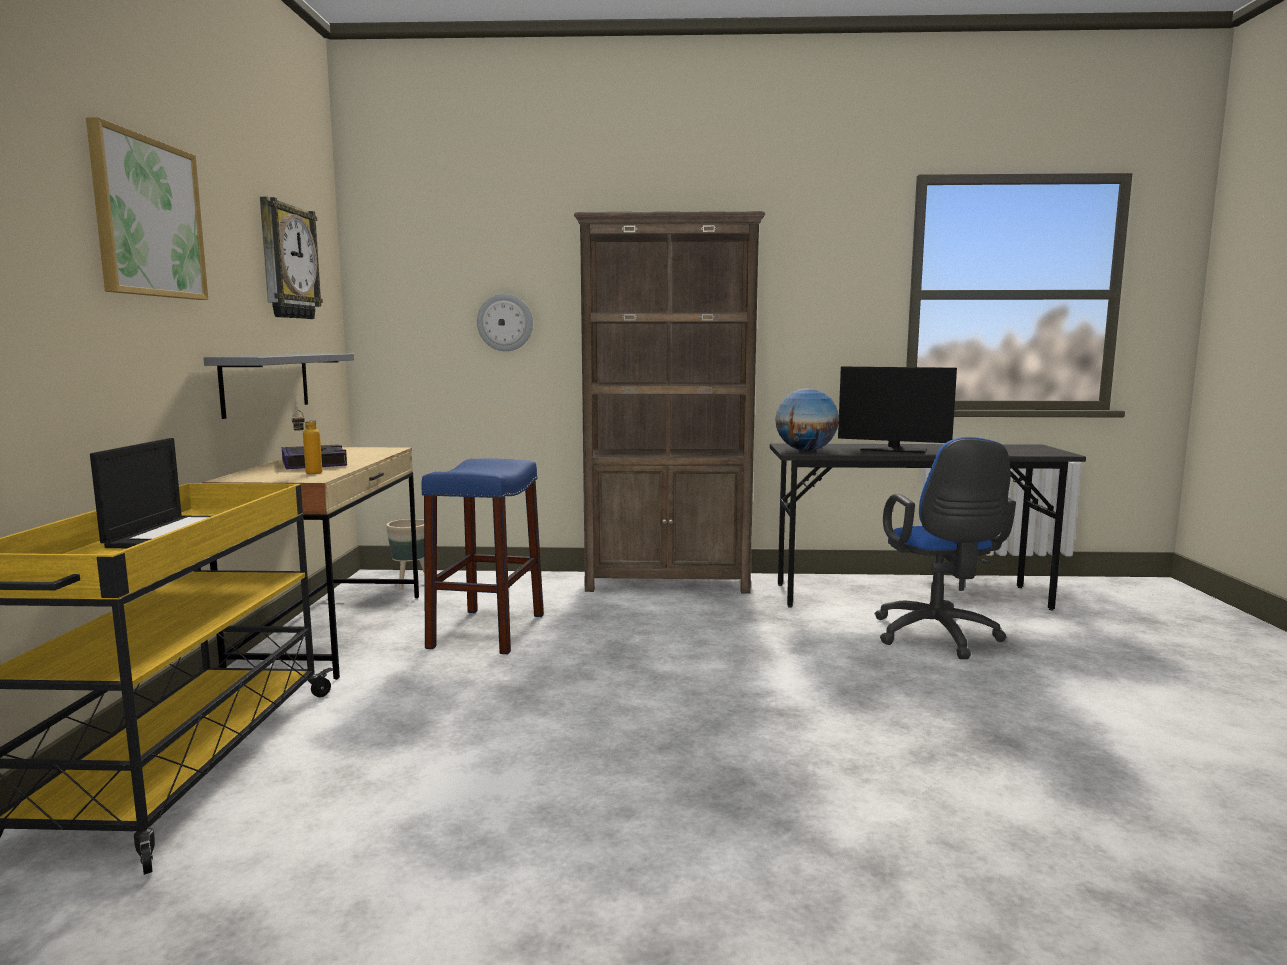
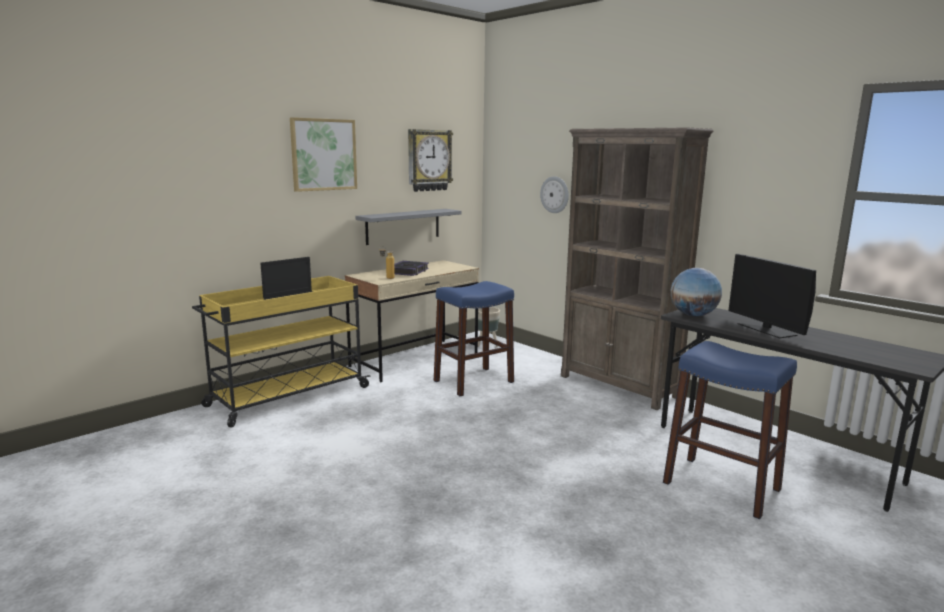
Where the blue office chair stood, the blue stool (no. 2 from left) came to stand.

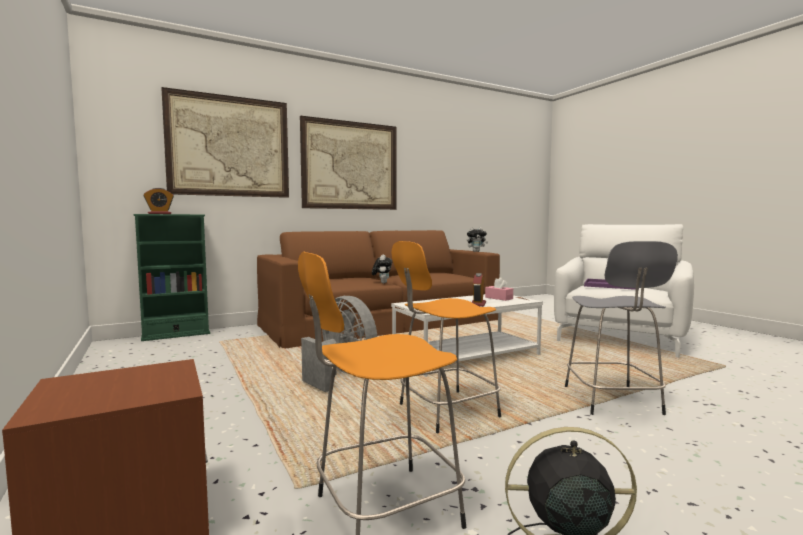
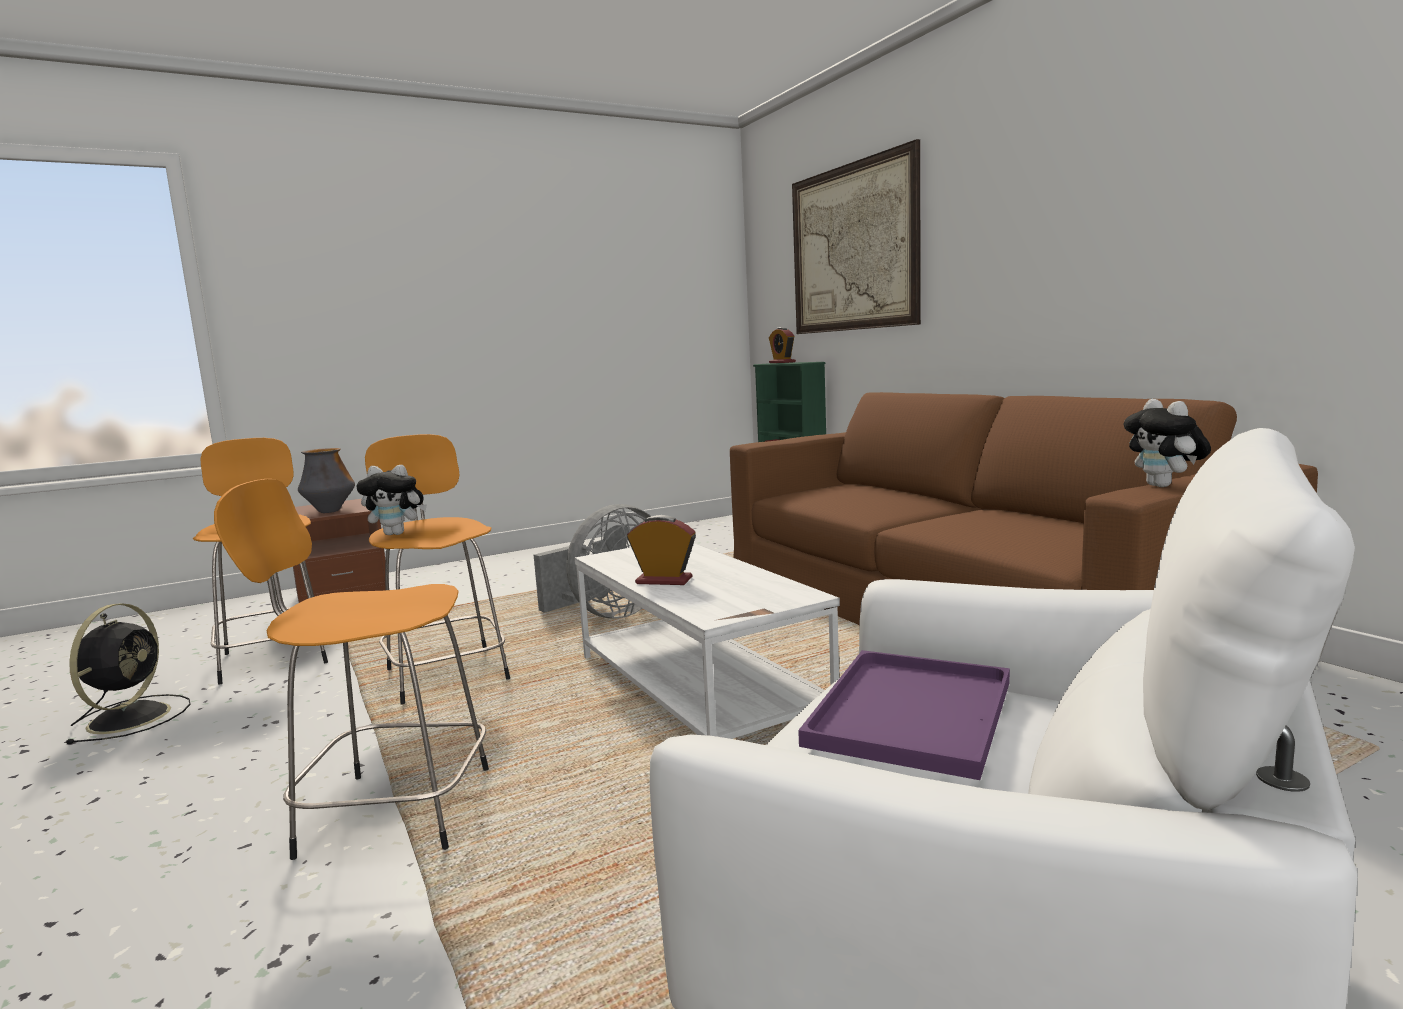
What was the grey stool turned into the orange stool (no. 2 from left). The second view gained the vase. The plush toy (no. 1 from left) ended up elsewhere. The second view lost the picture (no. 2 from left). The second view lost the pink tissue box.

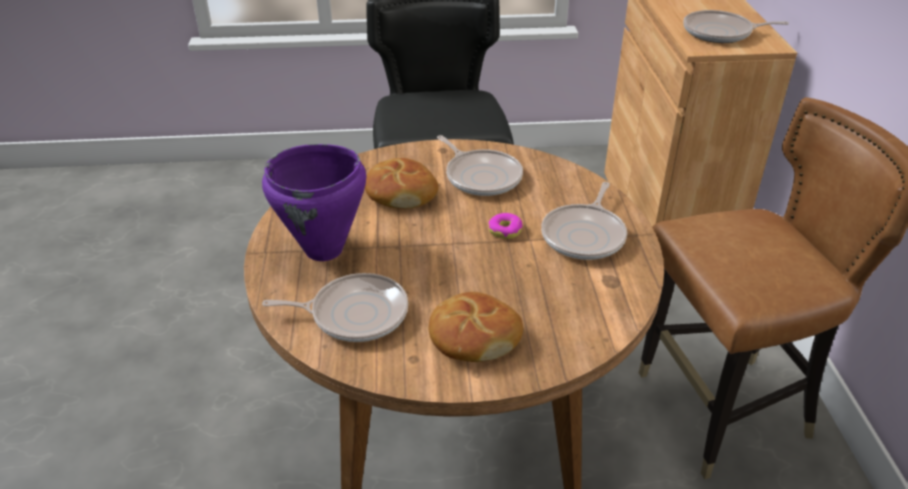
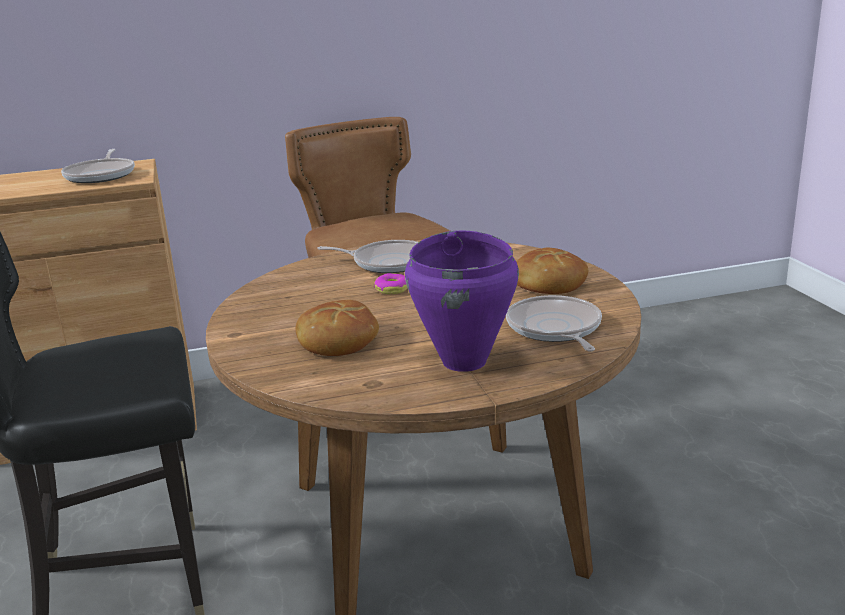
The second view lost the frying pan (no. 2 from left).

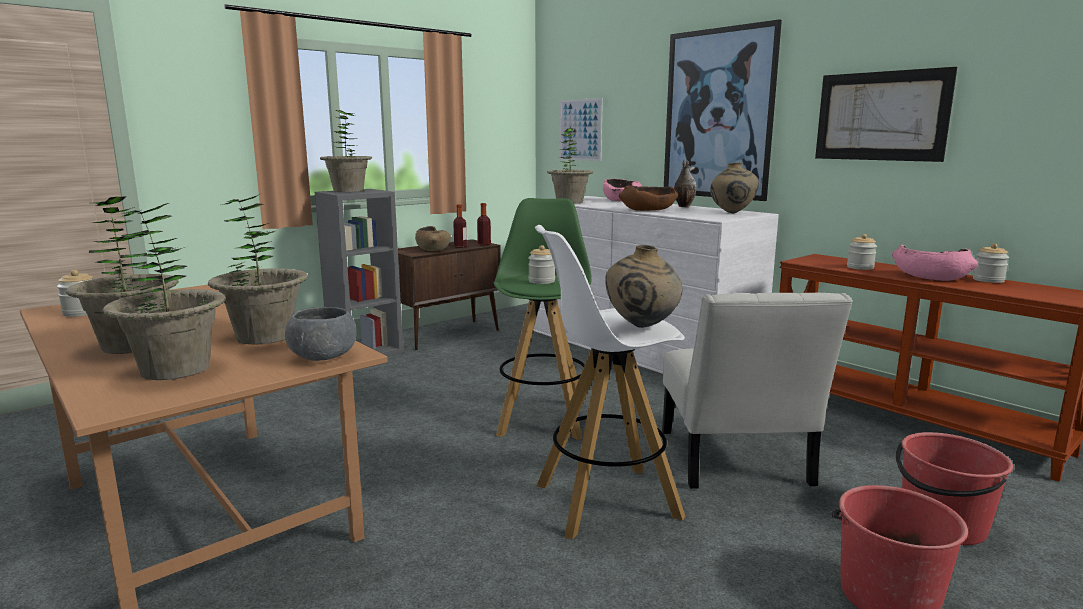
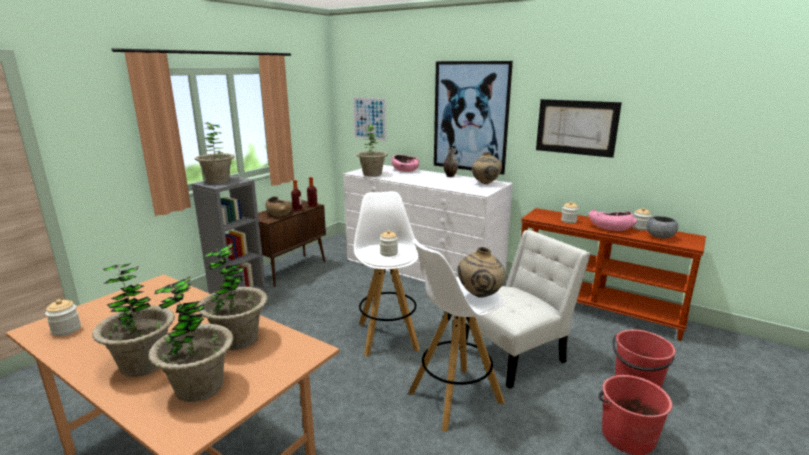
What was the green stool turned into the white stool (no. 1 from left). The white chair ended up facing another way, 105 degrees counterclockwise from before. The grey bowl ended up elsewhere. The second view lost the brown bowl (no. 2 from left).

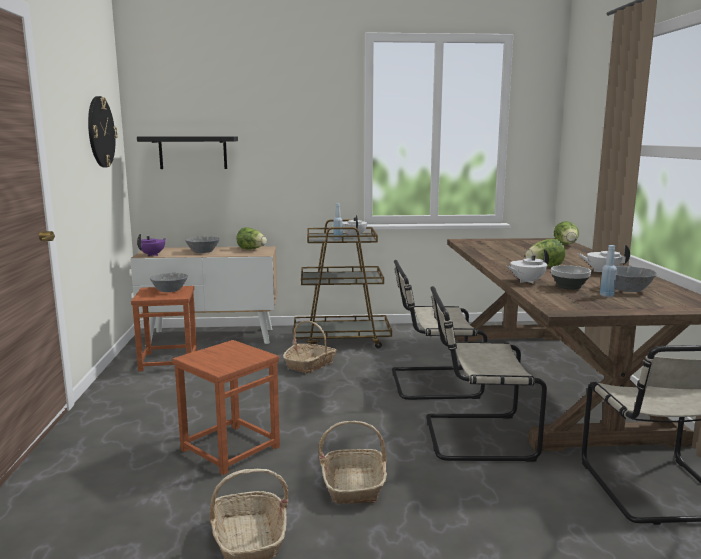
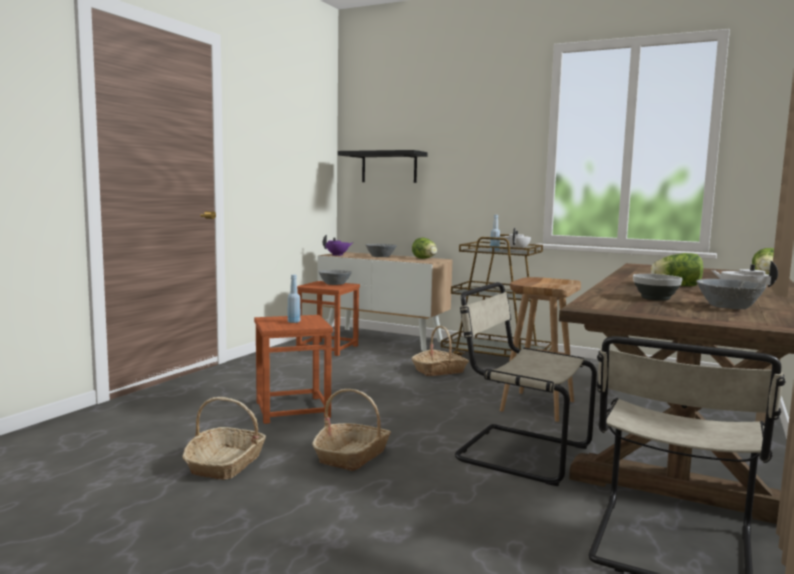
The blue bottle (no. 2 from left in the first image) ended up elsewhere. Where the beige chair (no. 1 from left) stood, the brown stool (no. 3 from left) came to stand. The second view lost the wall clock. The second view lost the white teapot (no. 2 from left).

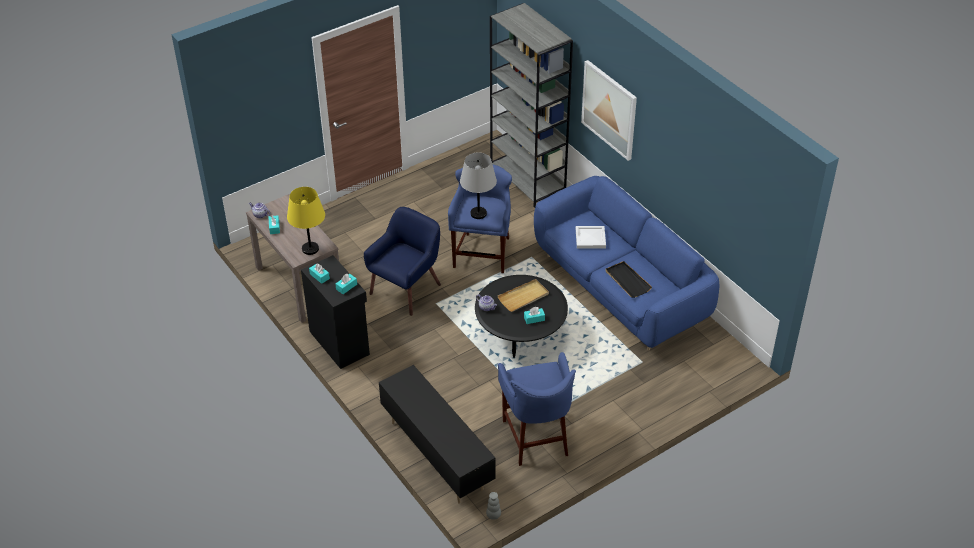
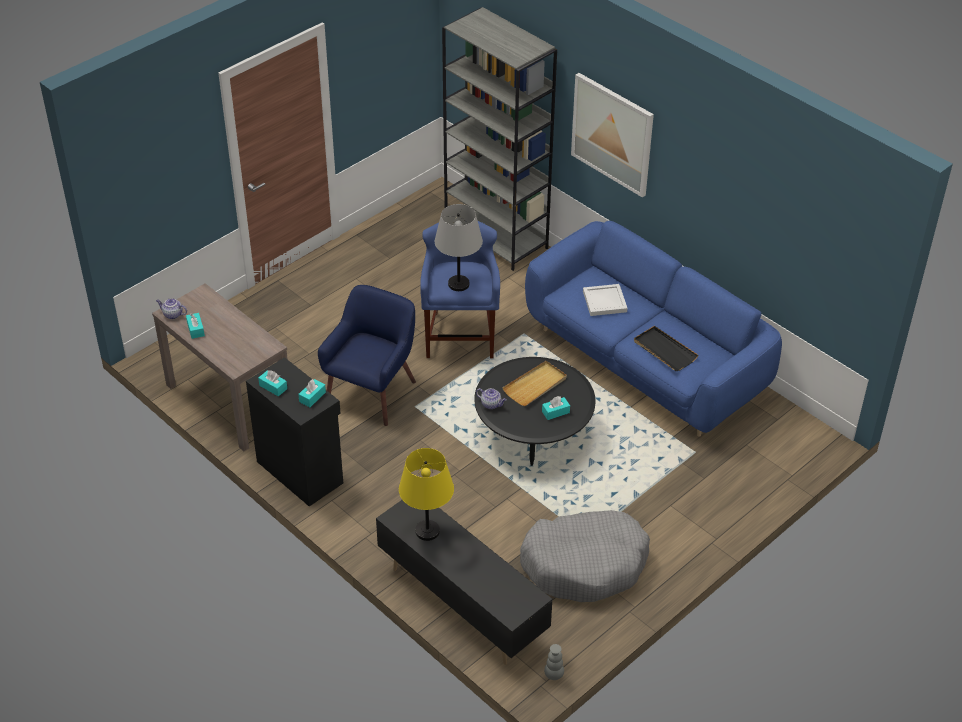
The yellow table lamp ended up elsewhere. Where the blue stool (no. 2 from left) stood, the grey dog bed came to stand.

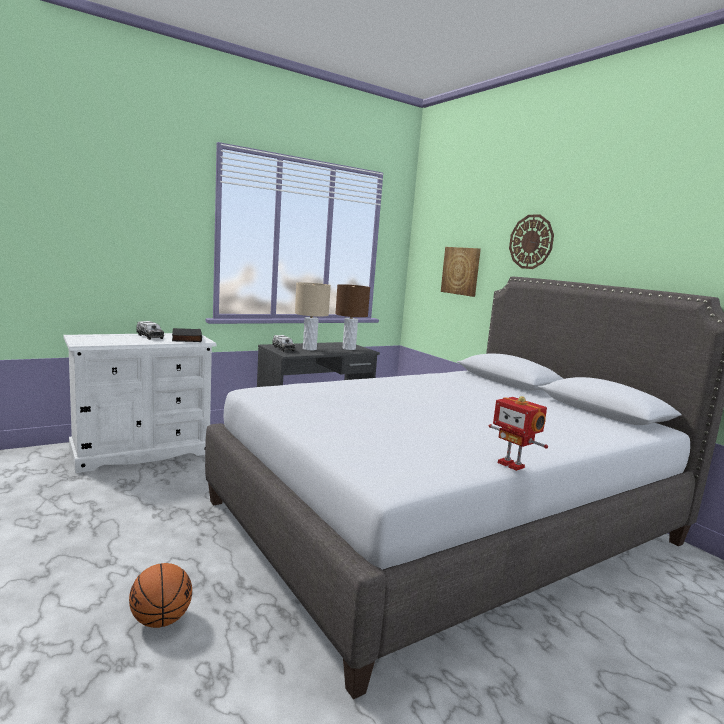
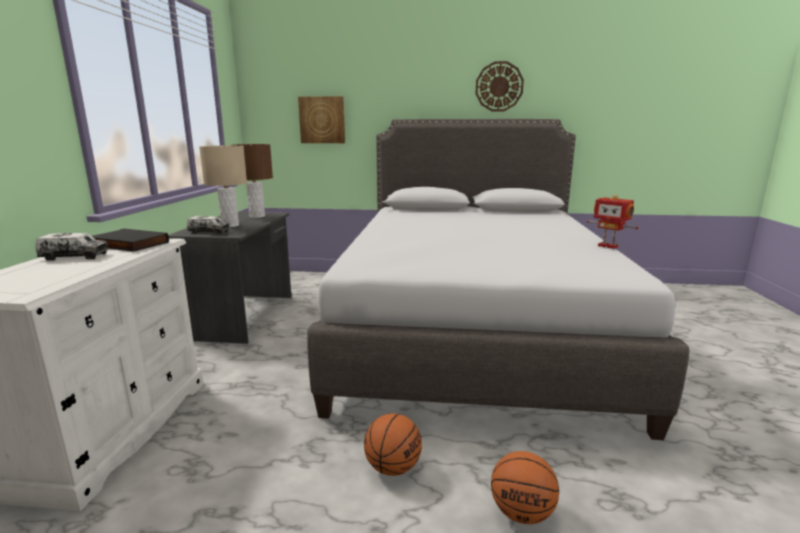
The second view gained the basketball (no. 1 from left). The wall clock ended up elsewhere. The toy robot ended up facing another way, 45 degrees clockwise from before.

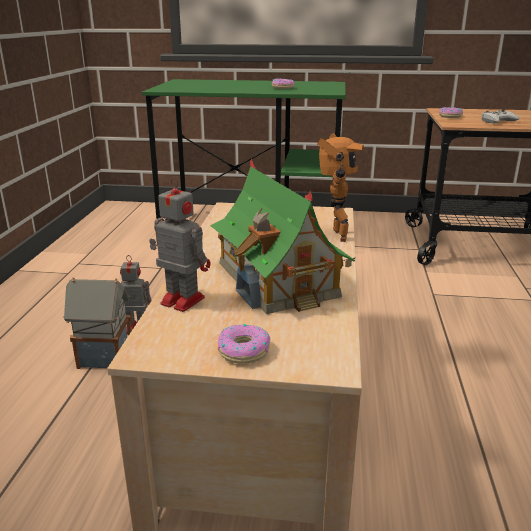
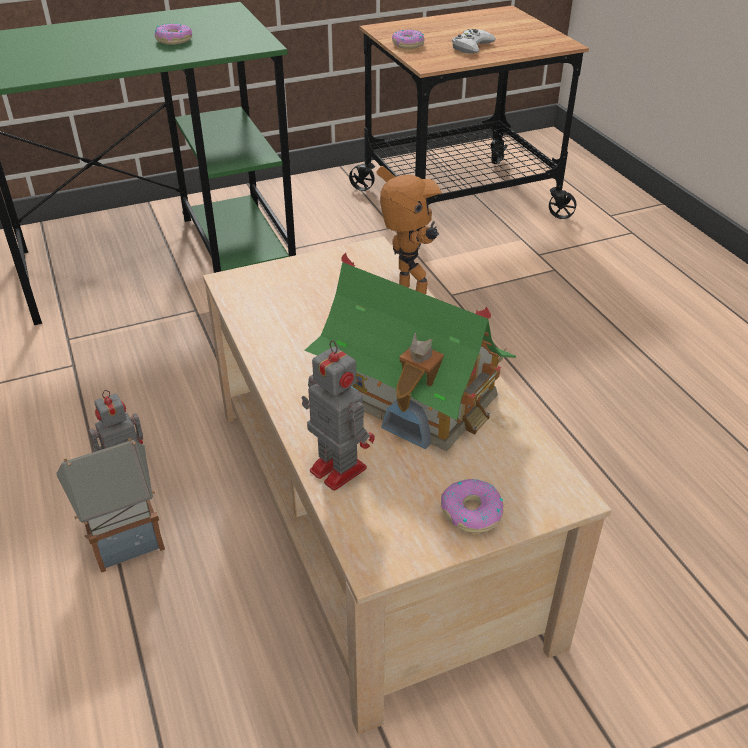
The toy robot (no. 2 from left) ended up facing another way, 45 degrees clockwise from before.

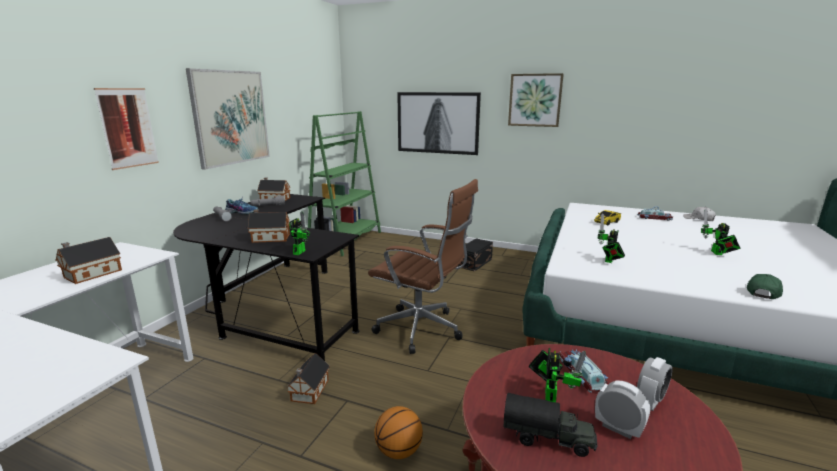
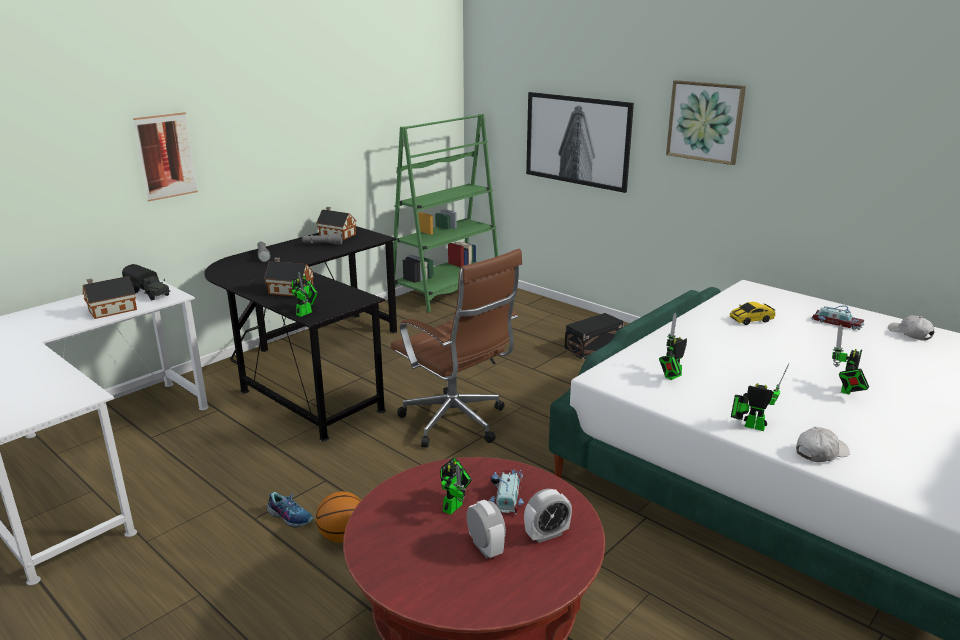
The toy truck ended up elsewhere. The shoe ended up elsewhere. The second view gained the toy robot (no. 4 from left). What was the green cap turned into the white cap (no. 1 from left). The second view lost the picture (no. 2 from left). The second view lost the toy house (no. 4 from left).

